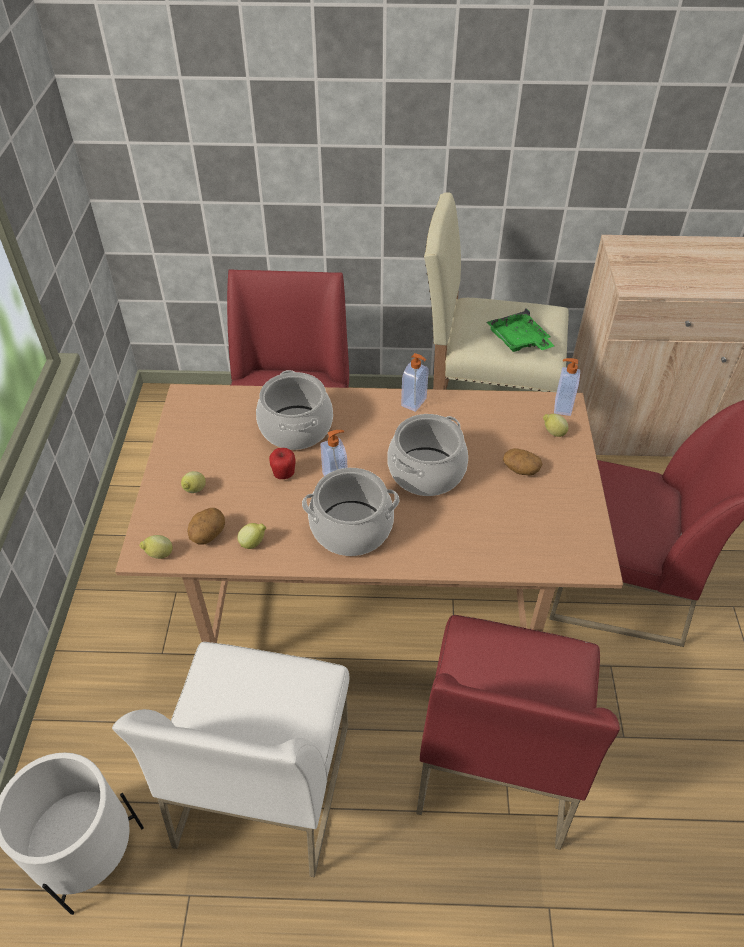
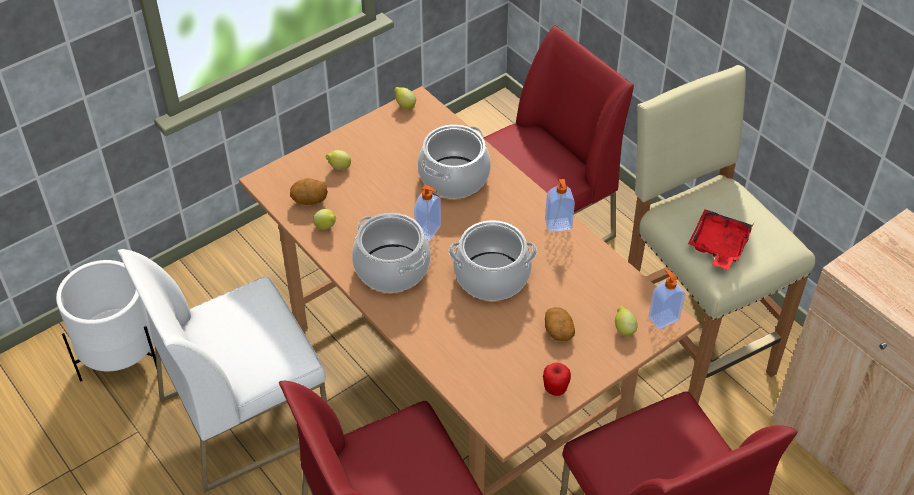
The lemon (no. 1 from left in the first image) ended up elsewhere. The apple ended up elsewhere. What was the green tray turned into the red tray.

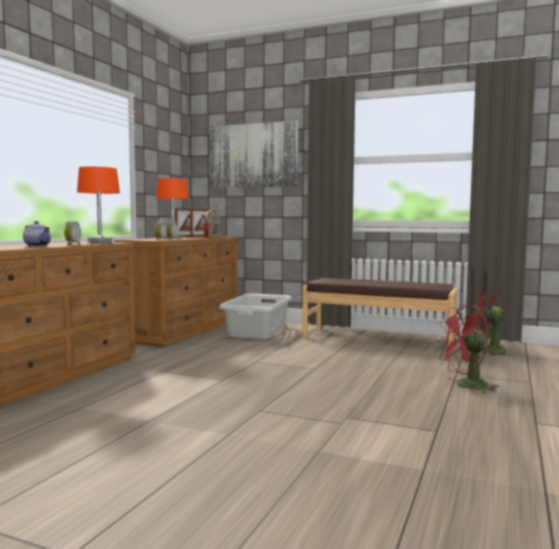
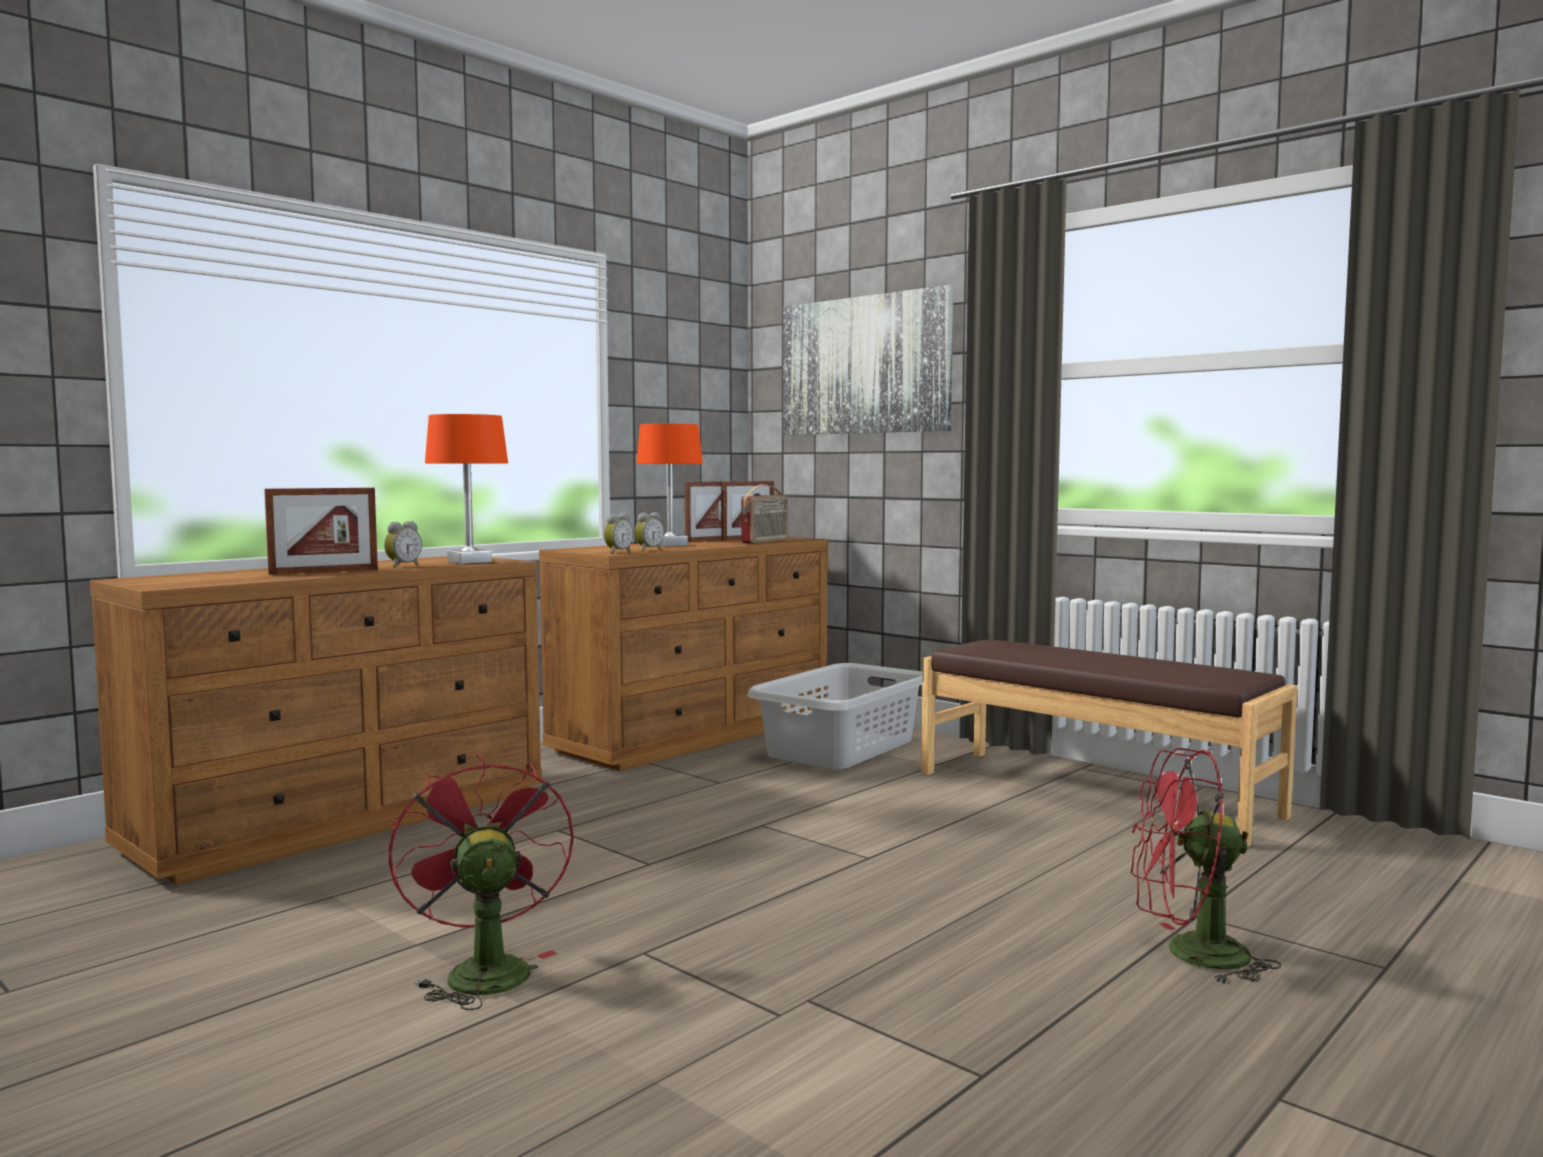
Where the teapot stood, the picture frame (no. 1 from left) came to stand. The red fan (no. 2 from left in the first image) ended up elsewhere.

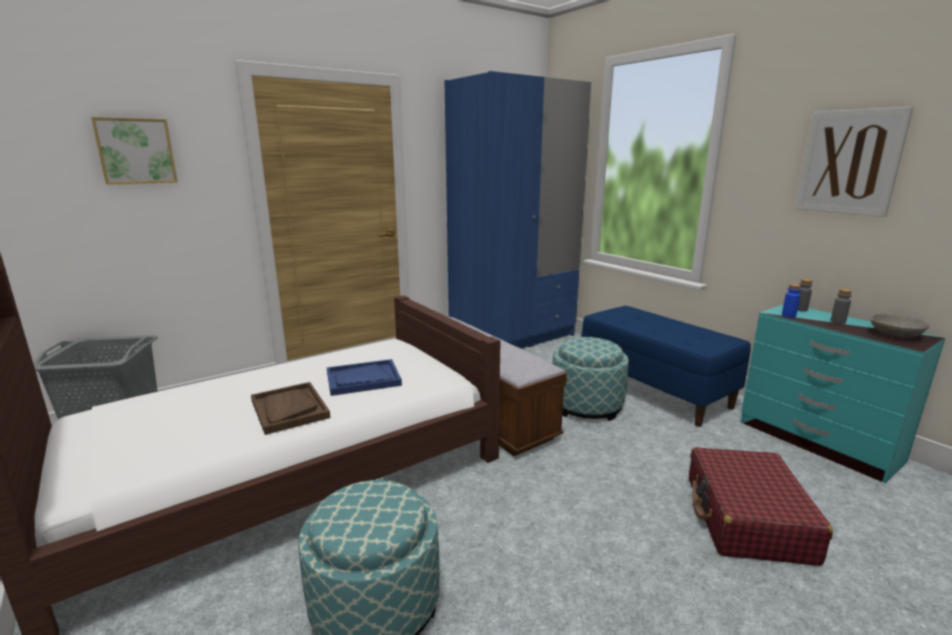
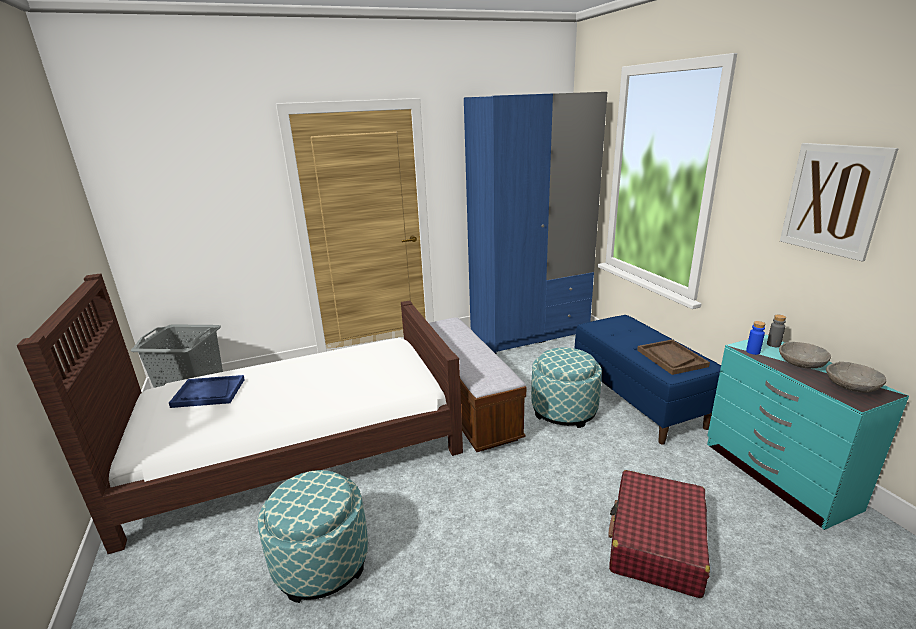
The blue tray ended up elsewhere. The brown tray ended up elsewhere. Where the grey bottle (no. 2 from left) stood, the grey bowl (no. 1 from left) came to stand. The second view lost the picture (no. 1 from left).

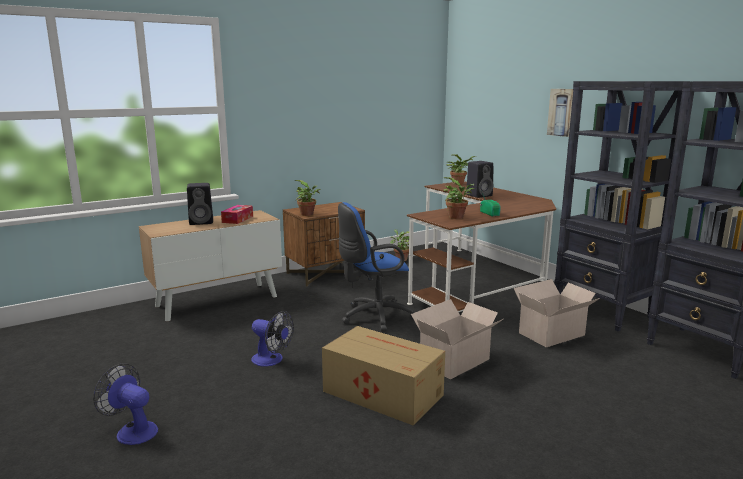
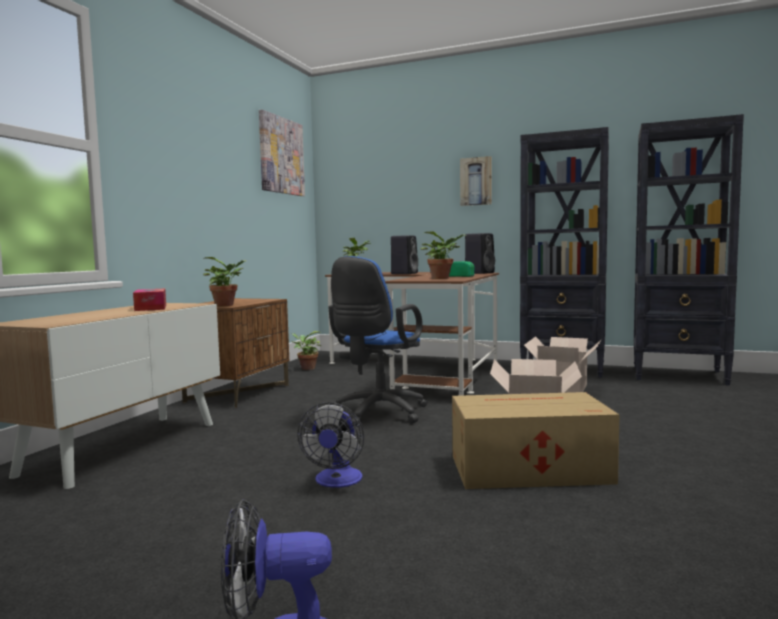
The second view gained the picture (no. 1 from left). The fan (no. 2 from left) ended up facing another way, 105 degrees clockwise from before. The black speaker (no. 1 from left in the first image) ended up elsewhere.

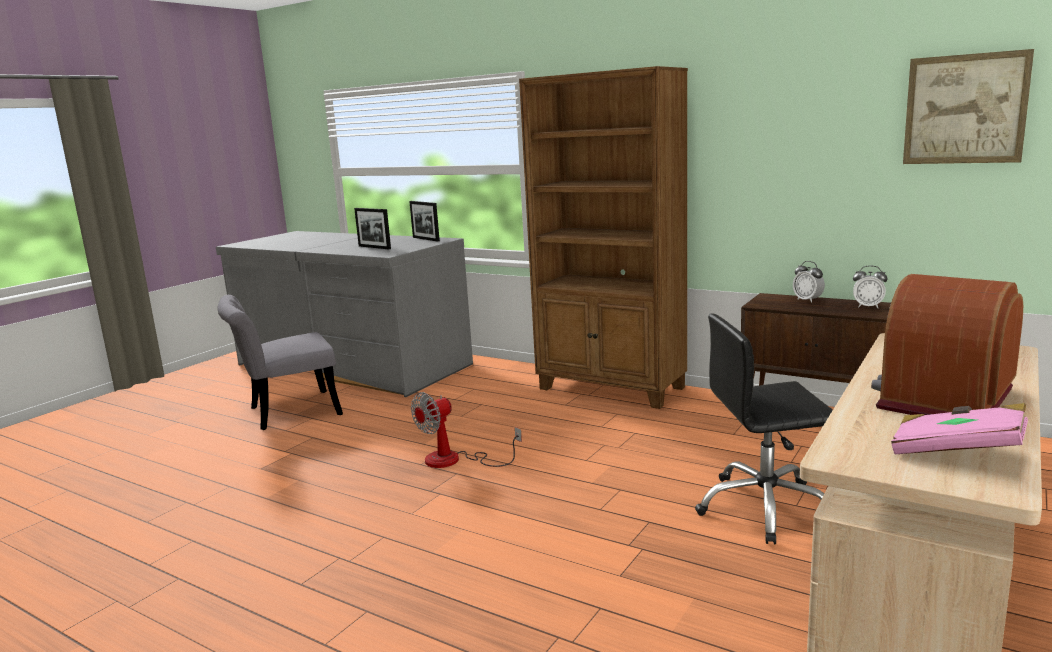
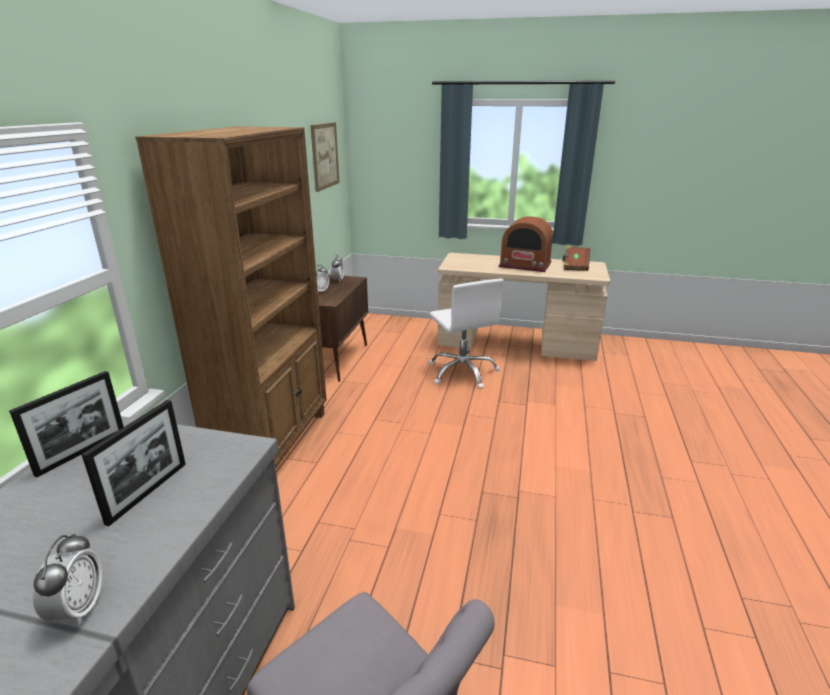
The second view gained the alarm clock (no. 1 from left). What was the black office chair turned into the white office chair. What was the pink book turned into the brown book. The second view lost the fan.

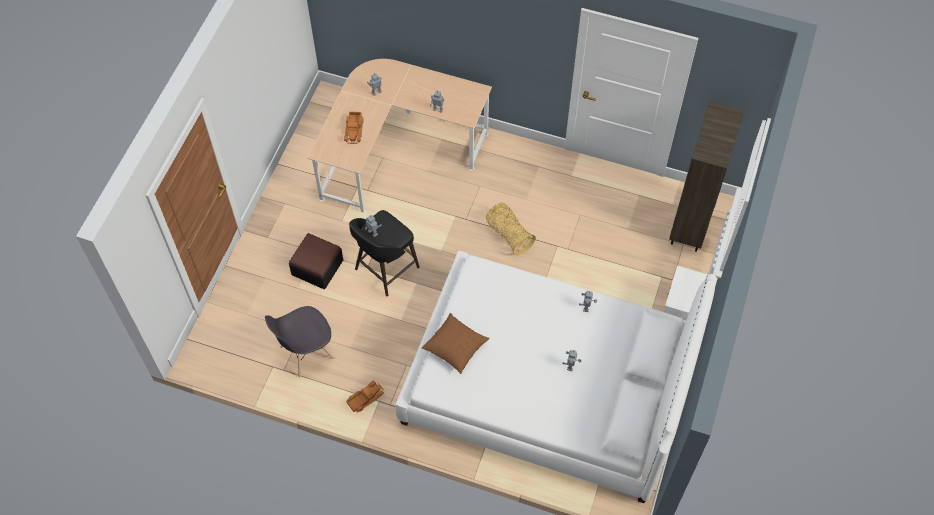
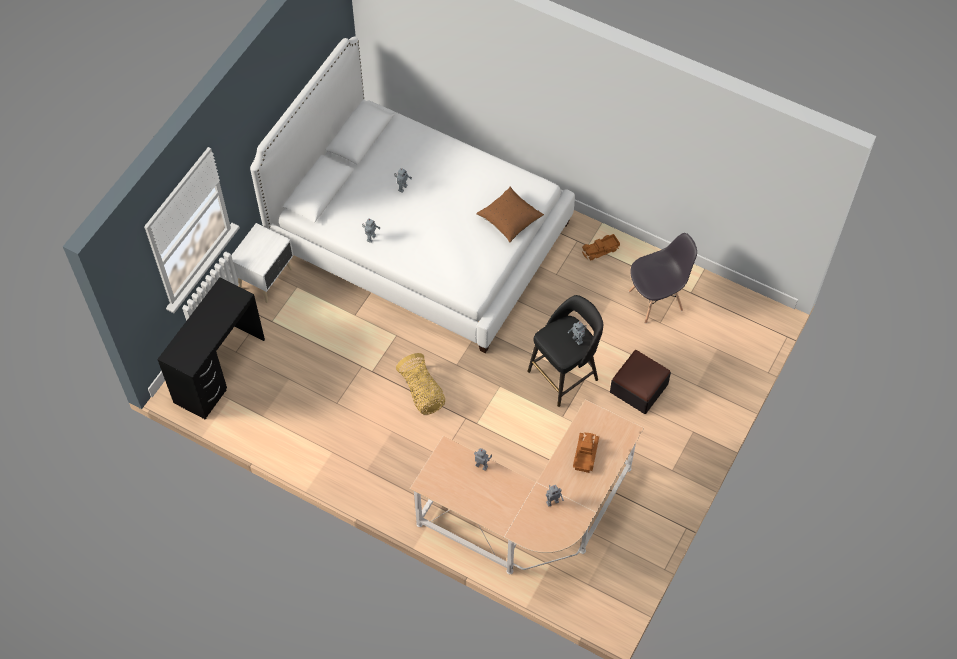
Where the brown bookcase stood, the black desk came to stand.

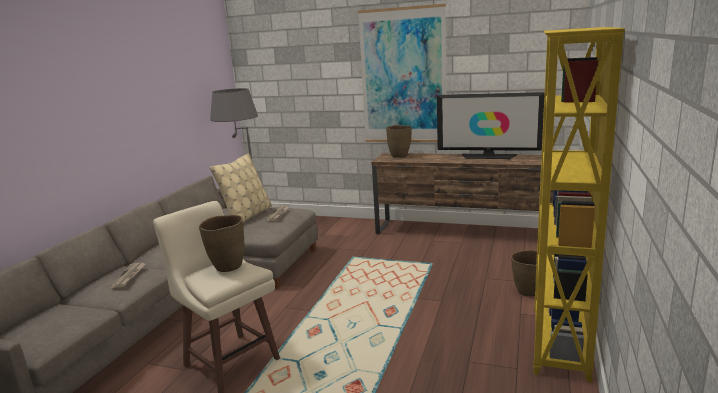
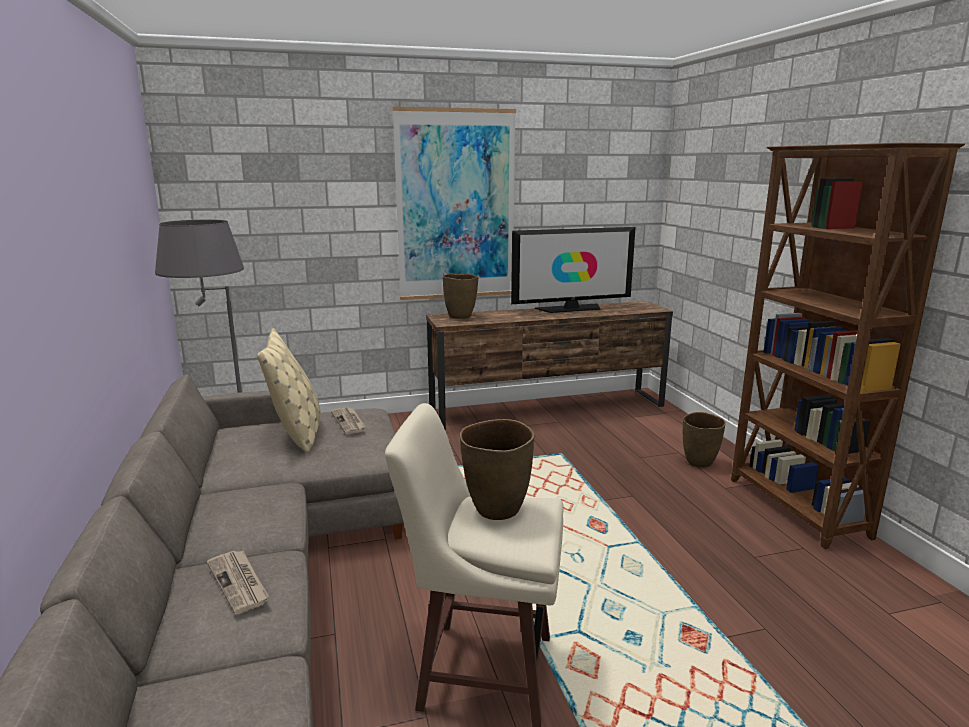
What was the yellow bookcase turned into the brown bookcase.

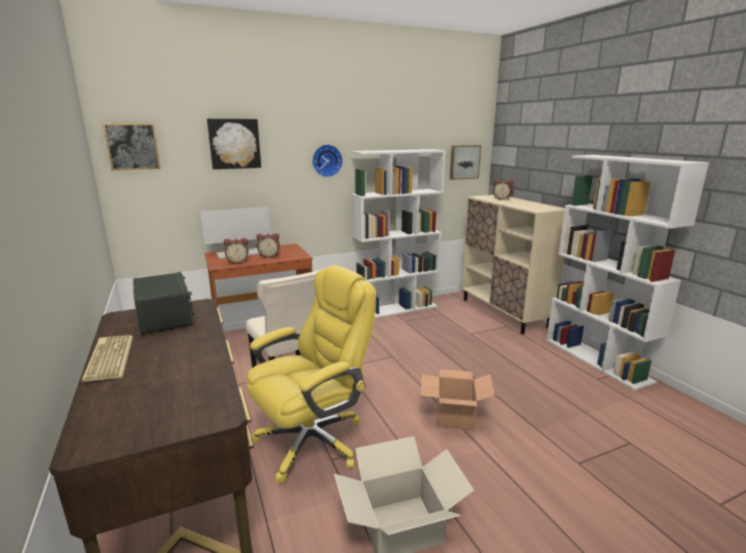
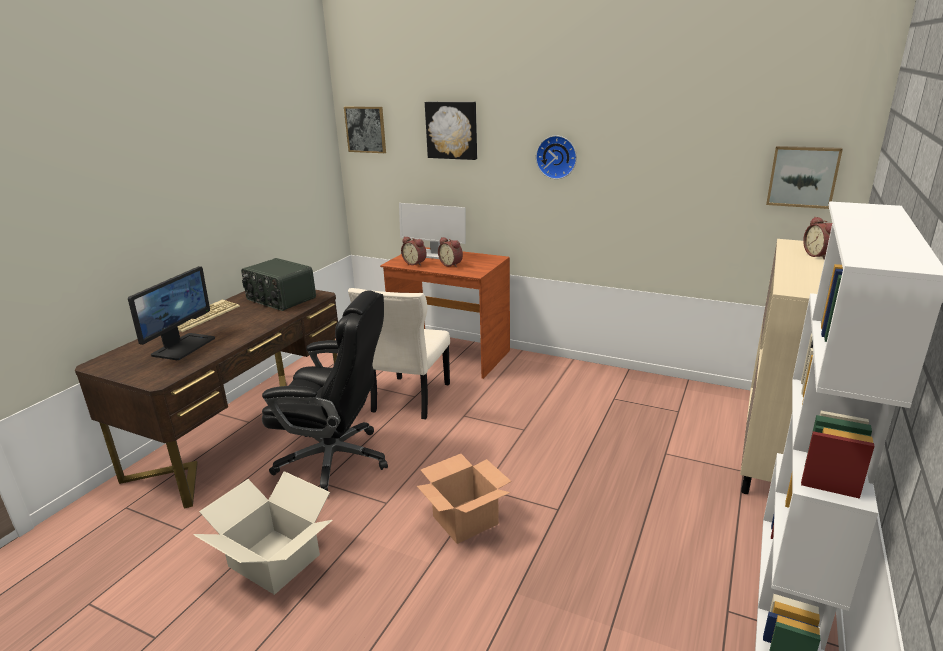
The second view gained the monitor (no. 1 from left). The radio ended up facing another way, 105 degrees clockwise from before. What was the yellow office chair turned into the black office chair. The second view lost the white bookcase (no. 1 from left).

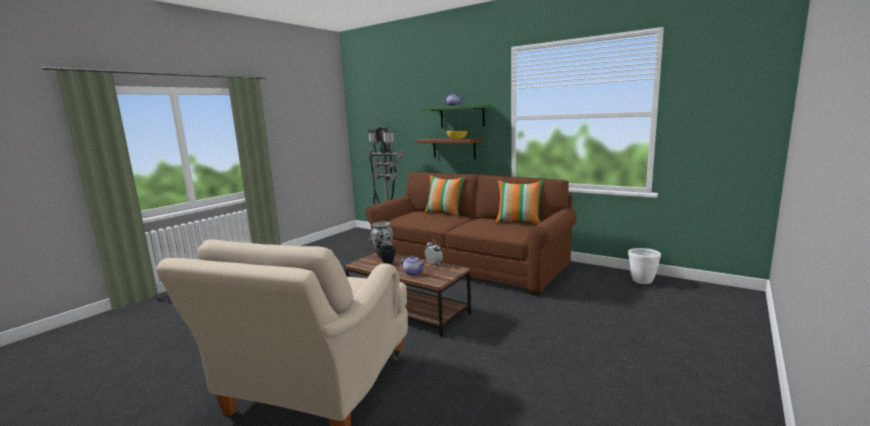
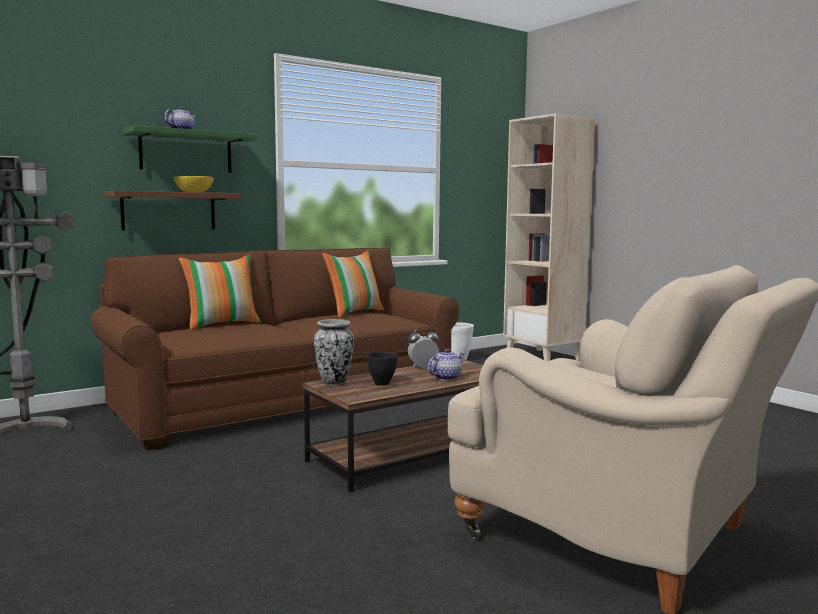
The second view gained the beige bookcase.

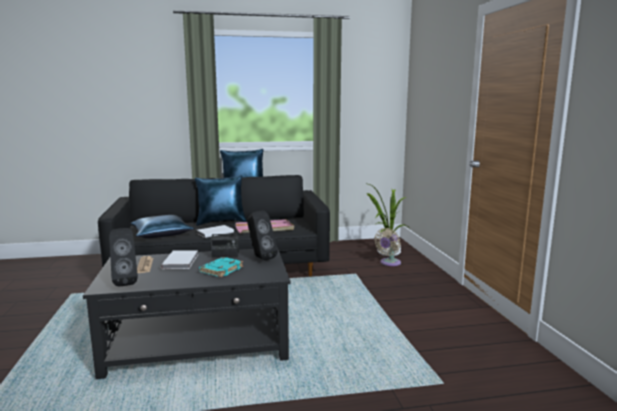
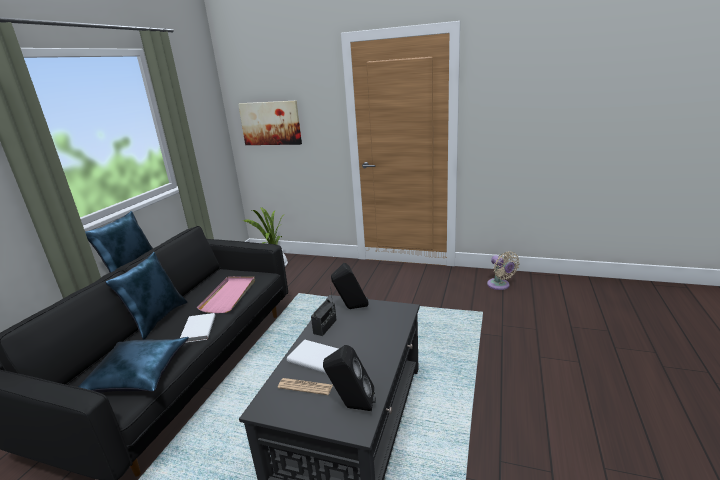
The second view gained the picture. The beige fan ended up elsewhere. The second view lost the turquoise book.

